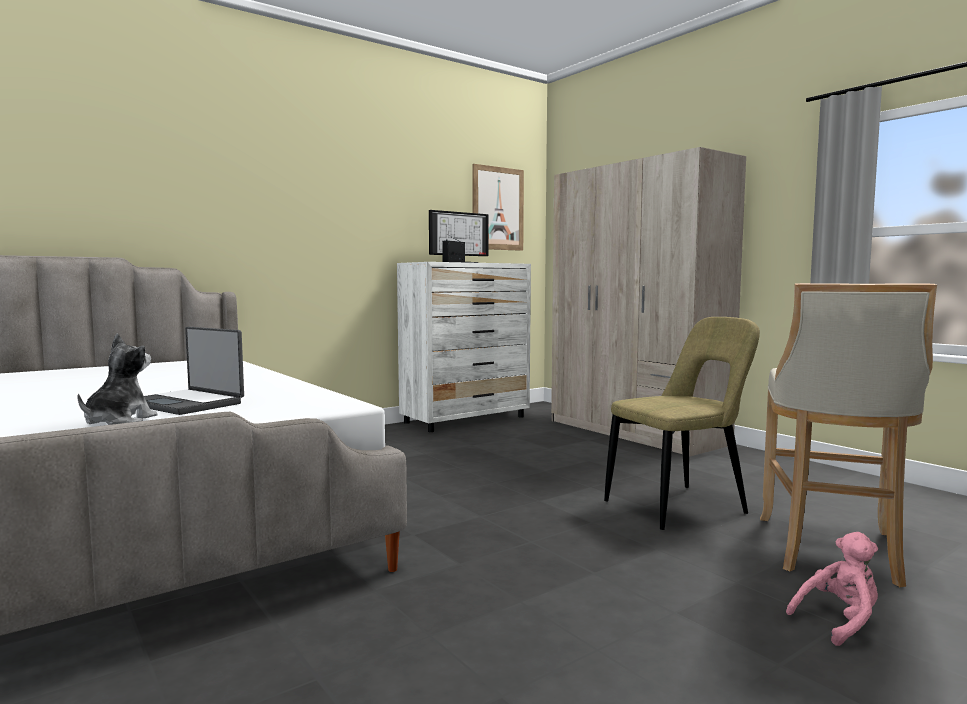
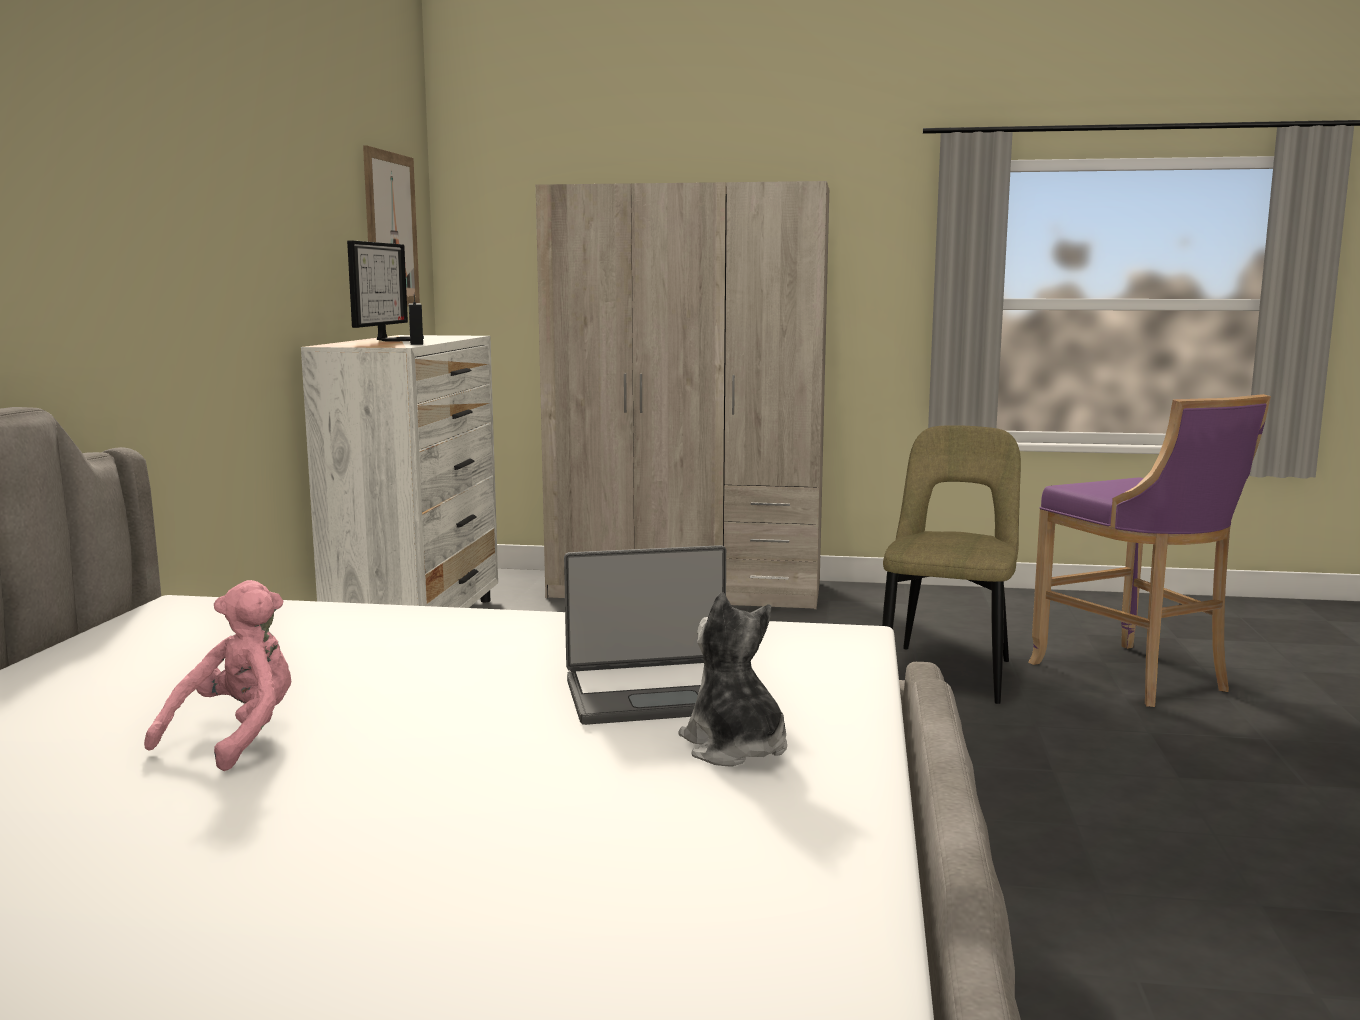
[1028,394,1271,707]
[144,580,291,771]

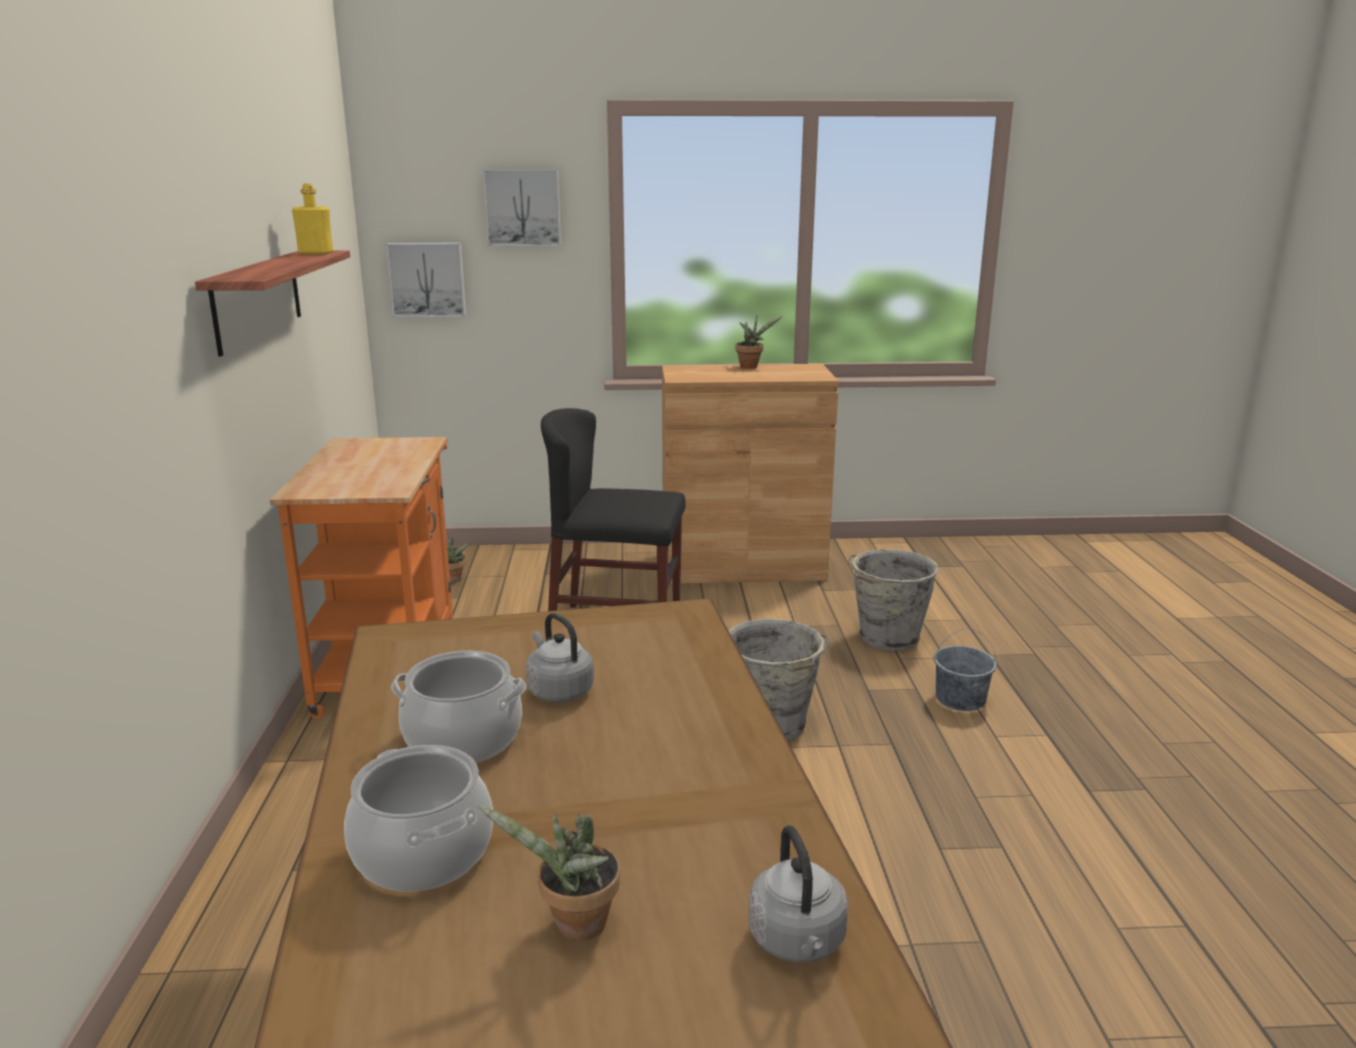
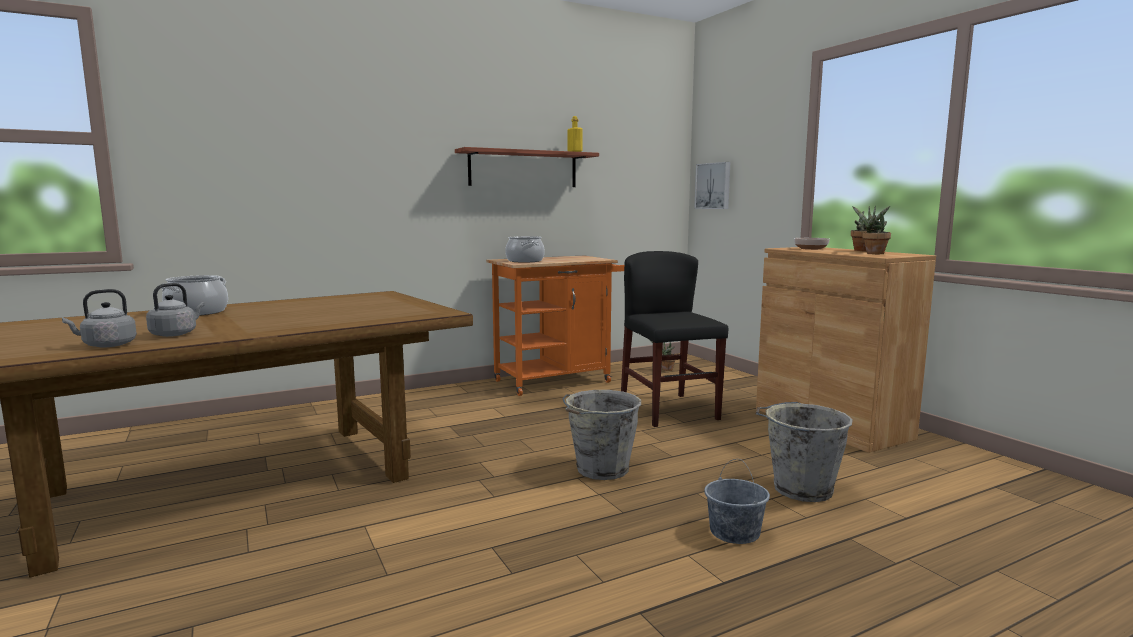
[483,169,561,246] (first image)
[146,283,205,337]
[505,236,545,262]
[852,206,891,254]
[794,238,830,250]

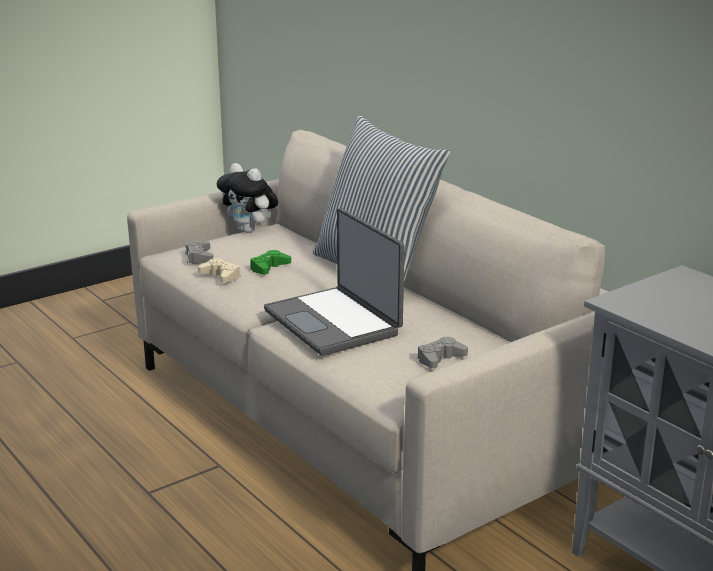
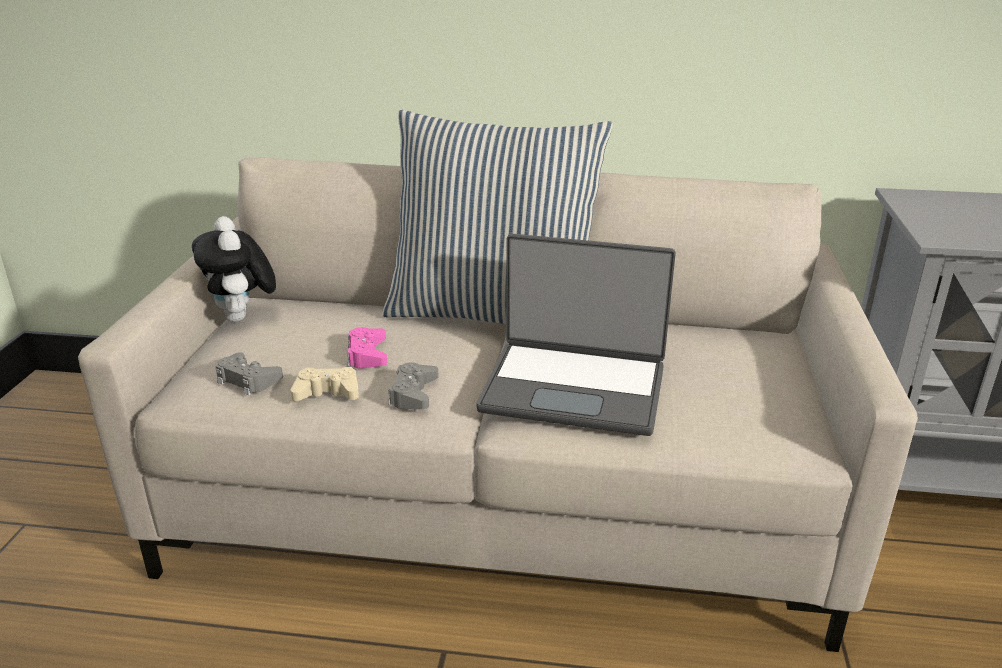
[192,216,276,322]
[347,327,387,369]
[388,362,439,409]

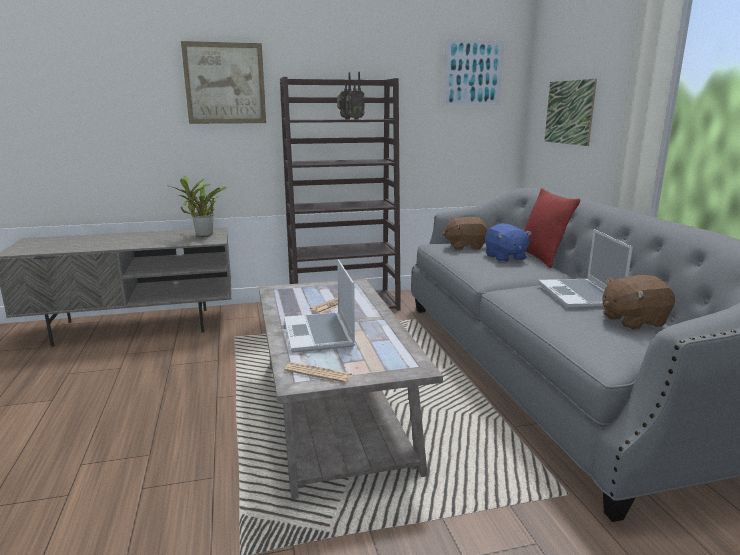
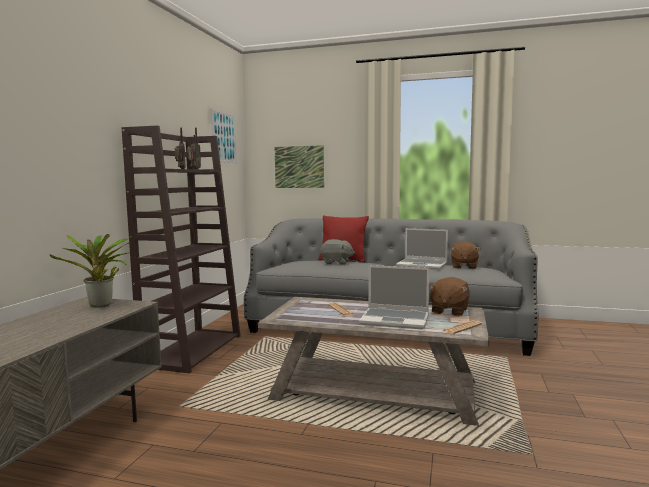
[181,41,266,124] (first image)
[429,277,470,316]
[320,239,355,265]

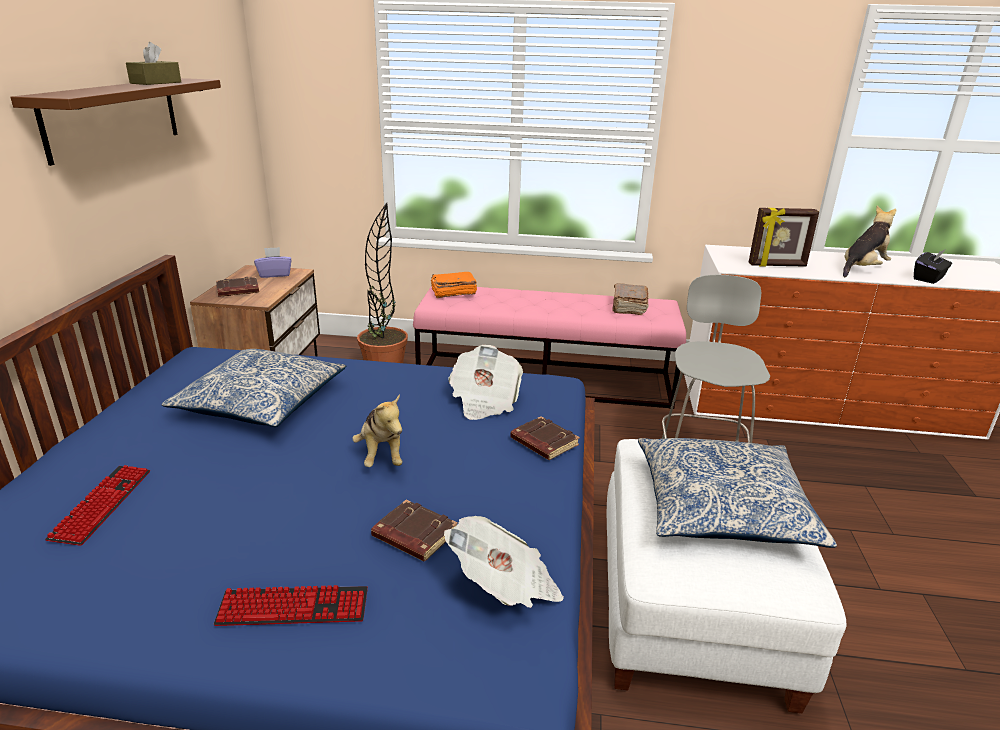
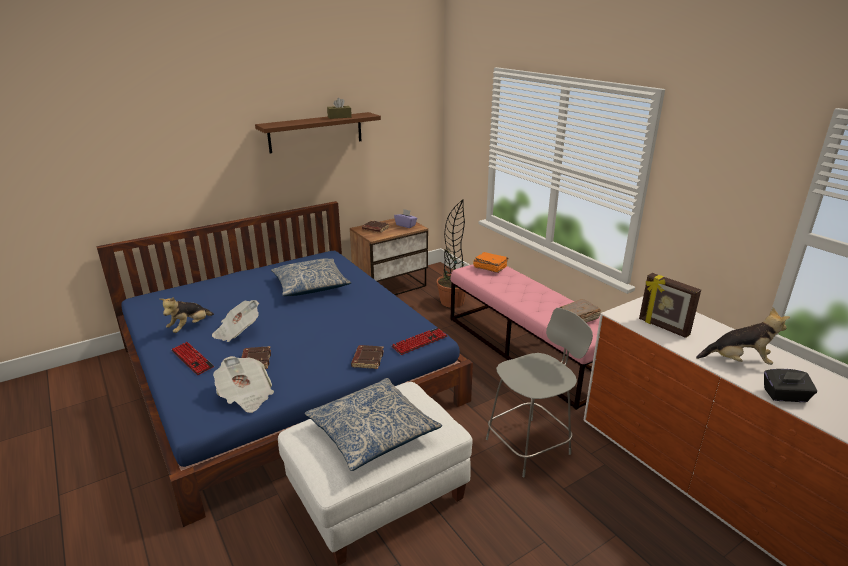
[212,300,259,342]
[160,297,214,333]
[392,328,447,355]

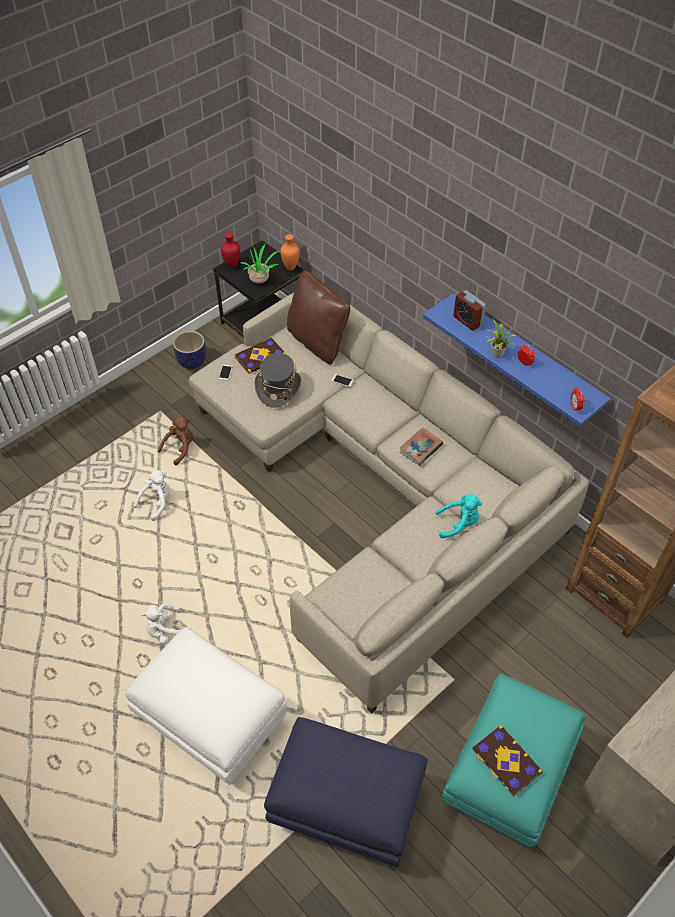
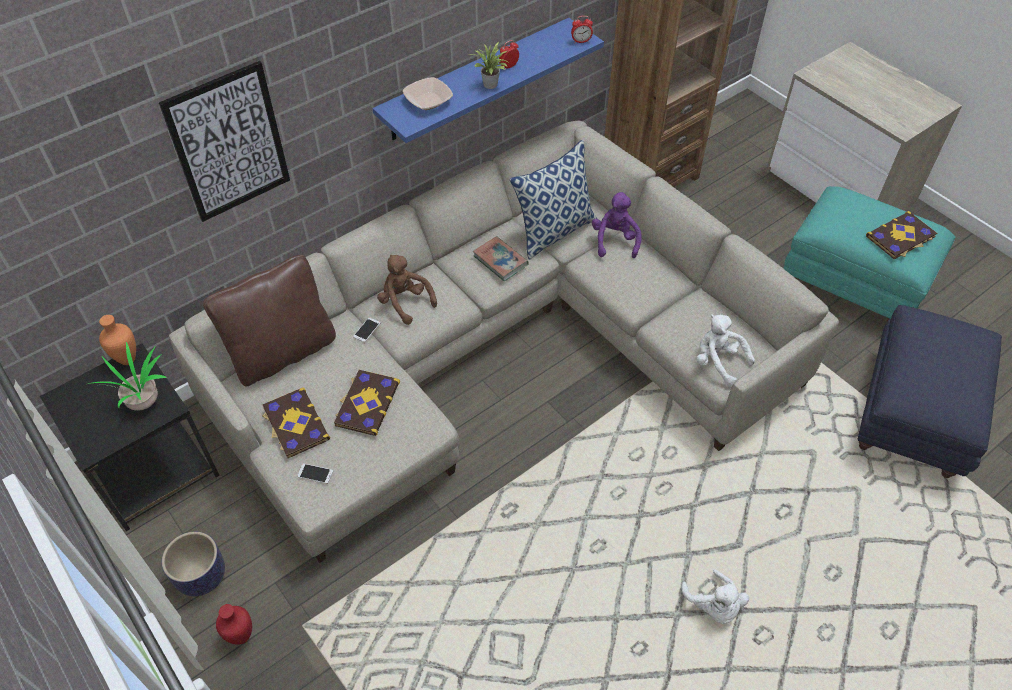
[216,604,252,645]
[403,77,453,110]
[334,370,400,436]
[377,255,437,325]
[696,314,755,386]
[592,192,642,258]
[125,627,287,785] (first image)
[159,61,290,222]
[510,140,597,260]

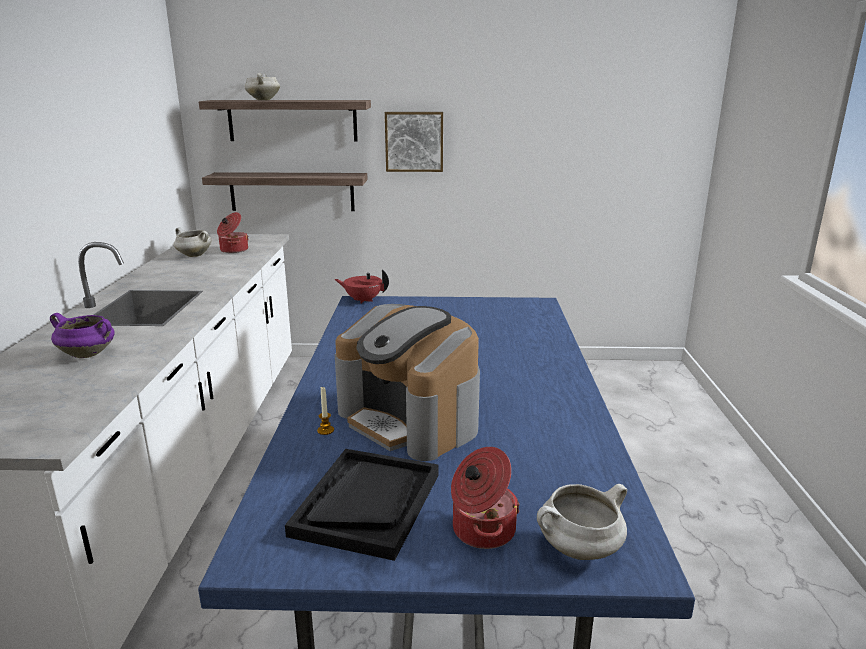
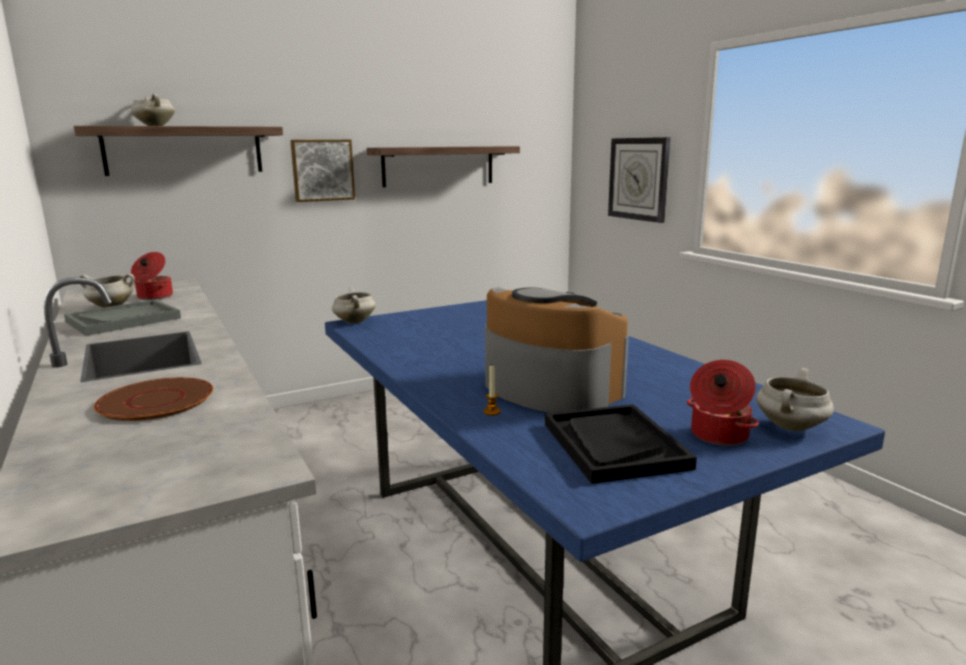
[367,146,520,187]
[332,287,376,323]
[485,287,629,413]
[94,377,213,421]
[608,137,670,223]
[64,300,181,336]

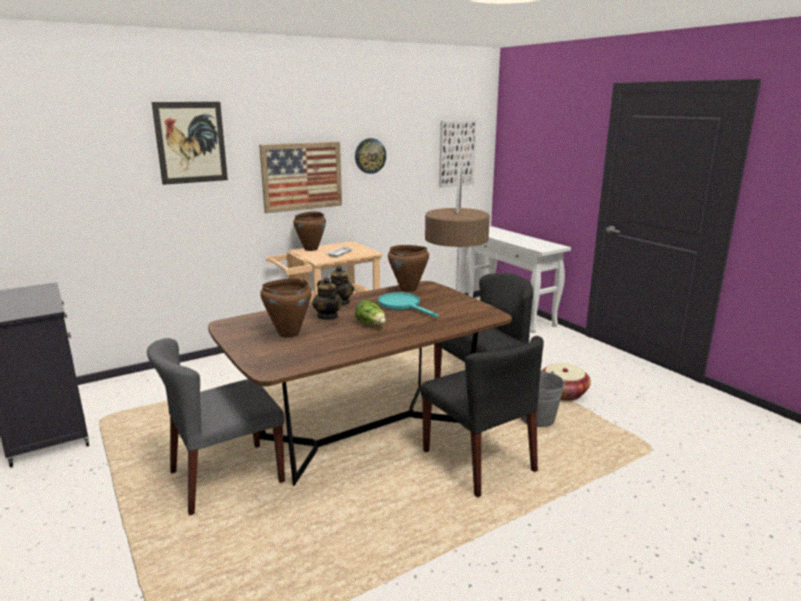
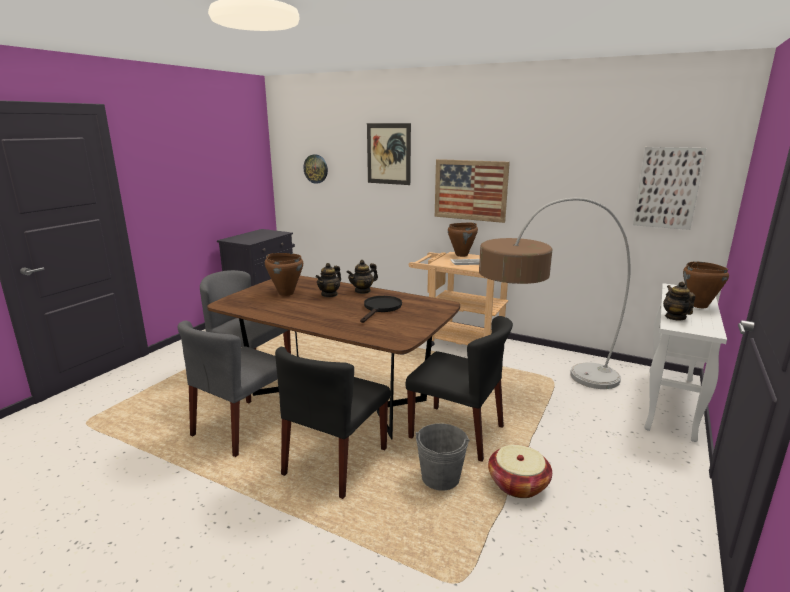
[303,154,328,184]
[683,261,729,308]
[360,296,402,323]
[355,300,386,325] (first image)
[663,282,695,320]
[178,320,278,457]

